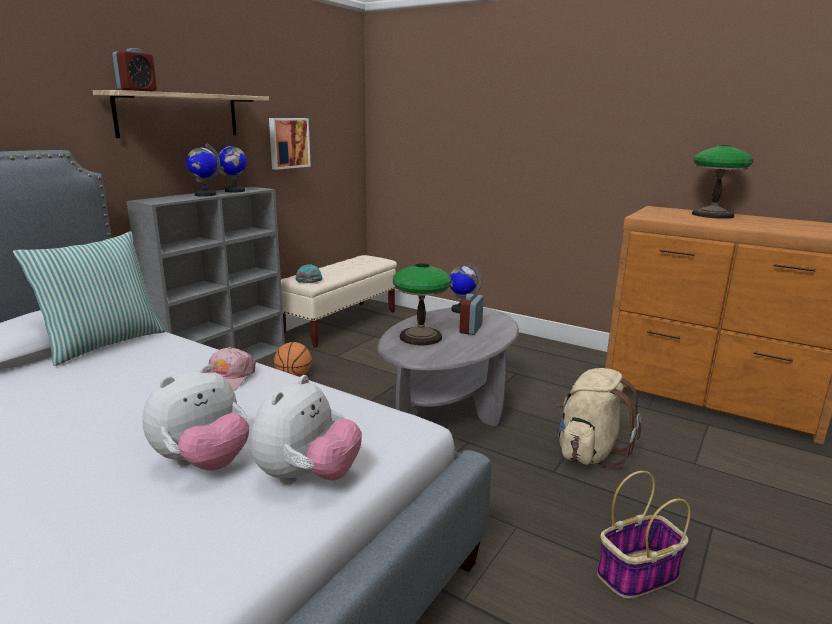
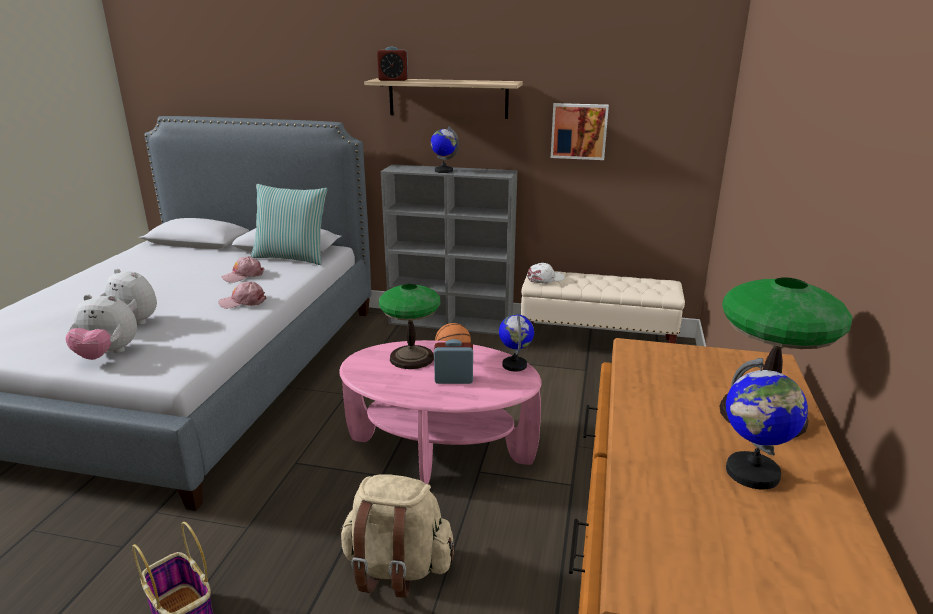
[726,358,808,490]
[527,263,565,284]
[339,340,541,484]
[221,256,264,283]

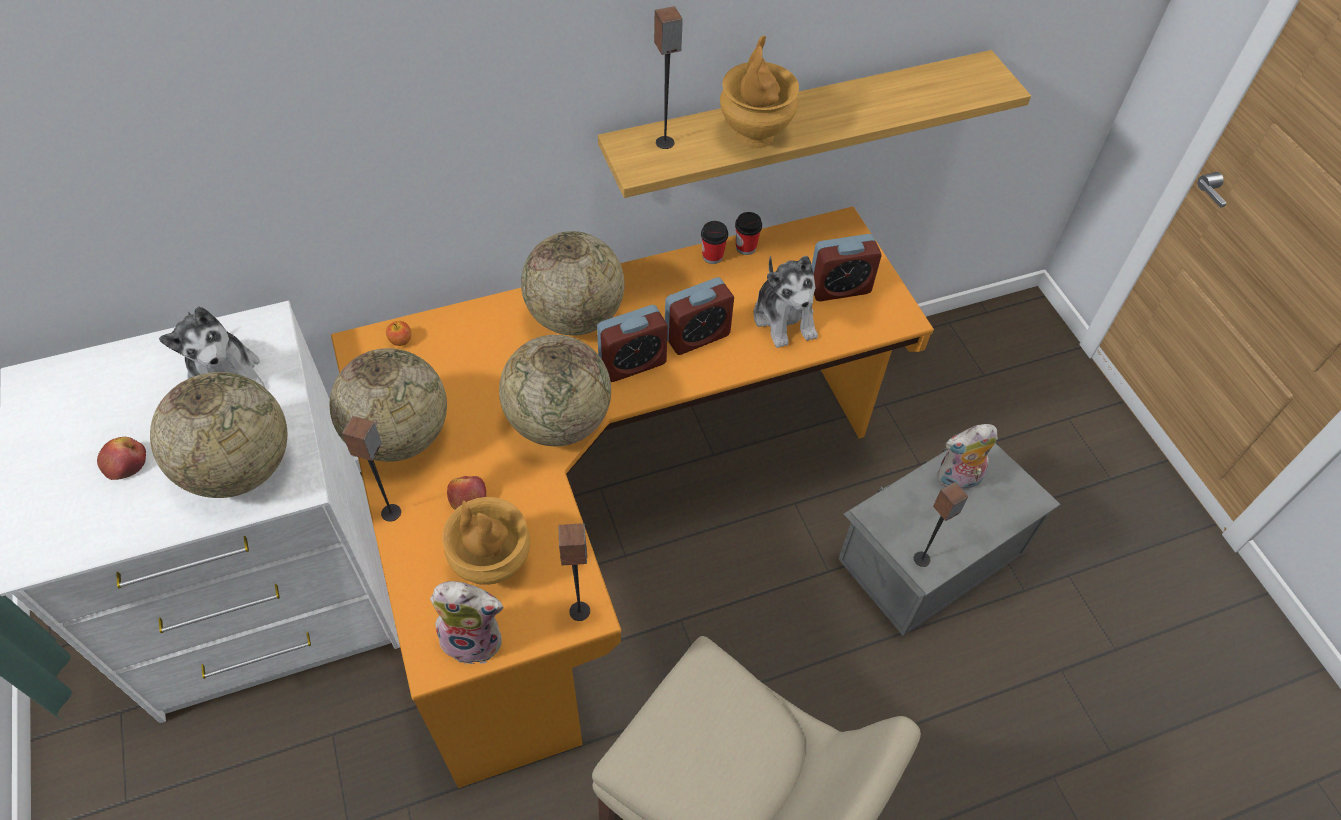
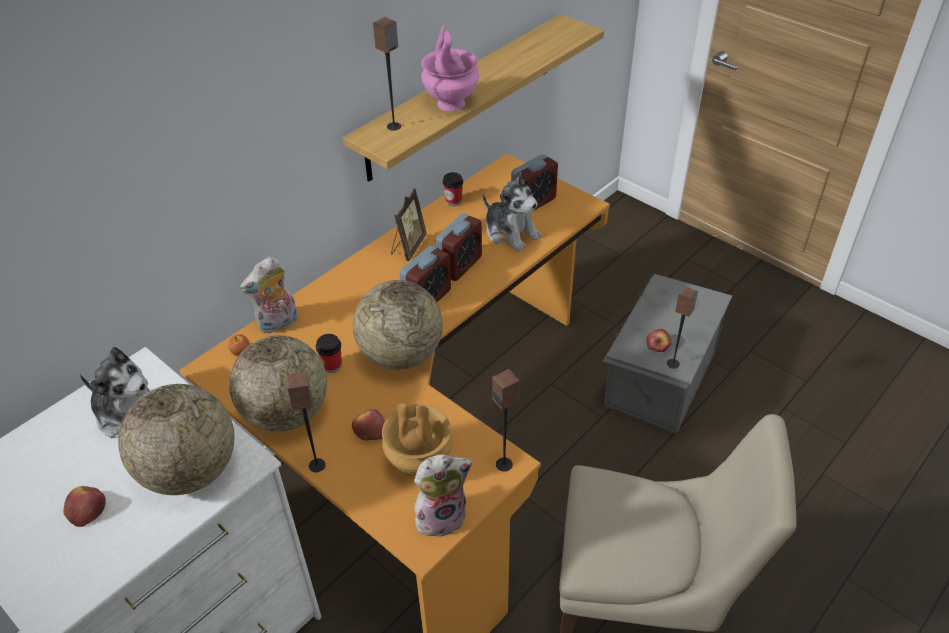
[421,25,479,111]
[316,334,342,373]
[521,231,625,336] (first image)
[240,256,298,334]
[391,189,427,261]
[646,329,671,352]

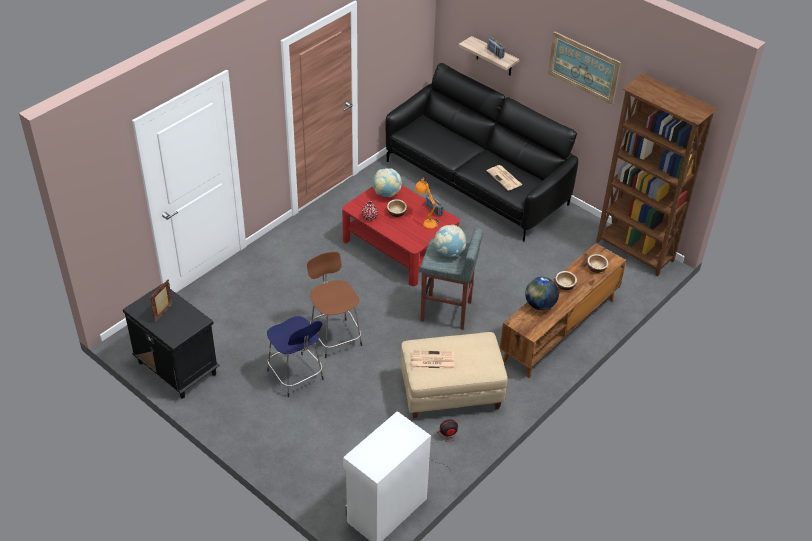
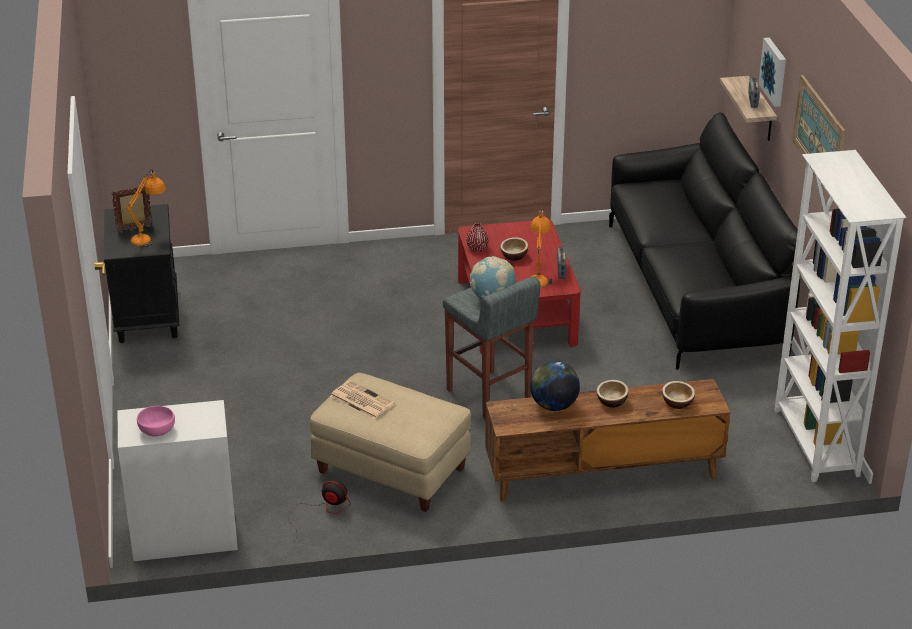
[774,150,906,482]
[487,165,522,191] (first image)
[373,168,402,197] (first image)
[307,252,362,358] (first image)
[267,316,324,397] (first image)
[759,38,786,107]
[126,169,166,247]
[137,406,175,437]

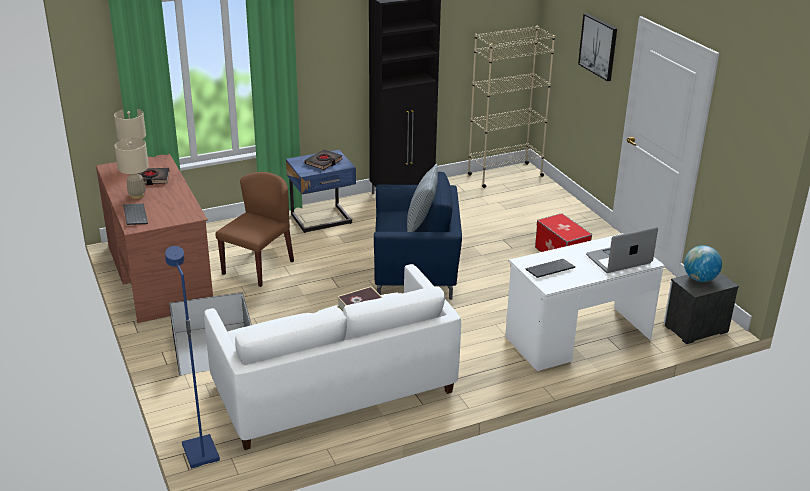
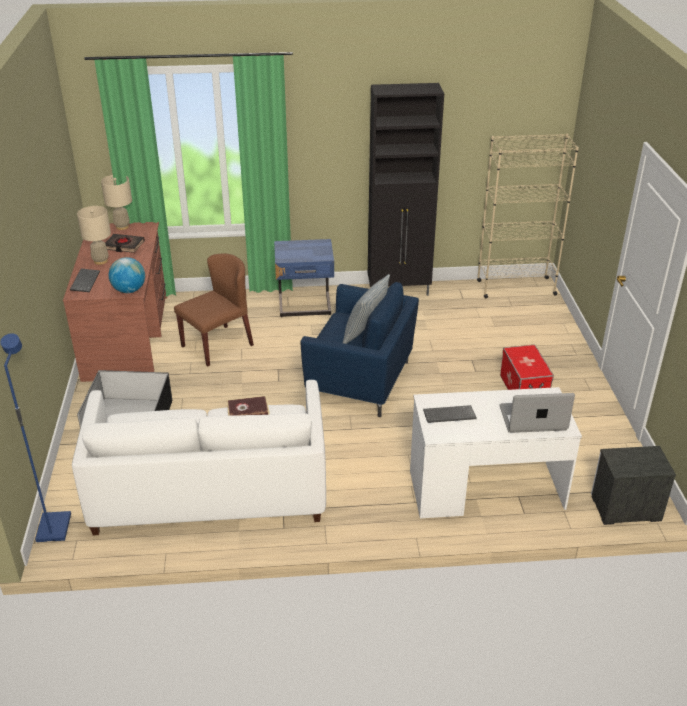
[578,13,617,81] (first image)
[304,150,343,170] (first image)
[109,257,145,293]

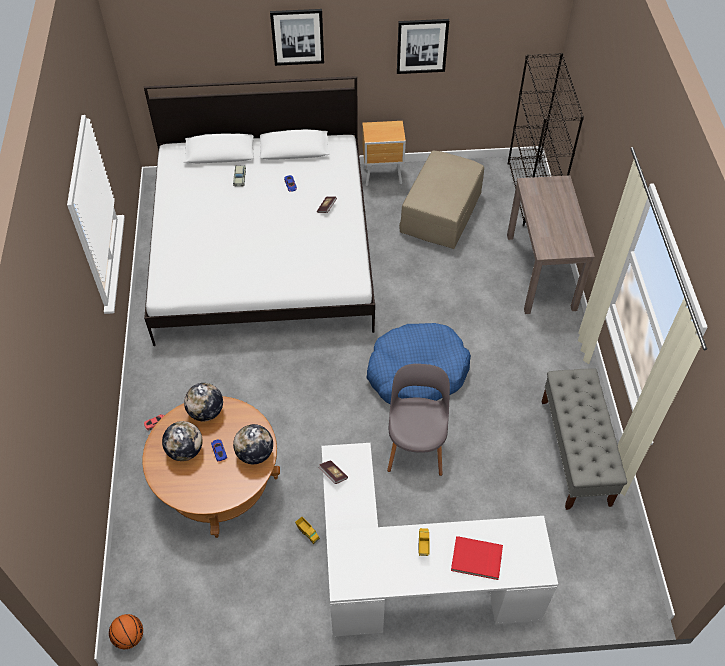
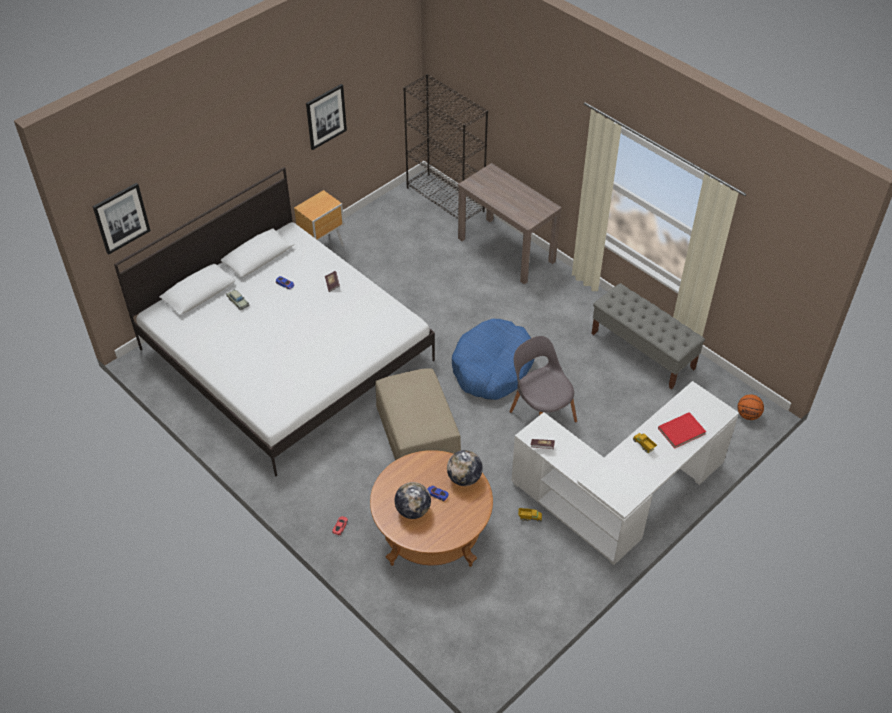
[92,183,151,255]
[375,368,461,460]
[184,383,223,421] (first image)
[737,394,764,420]

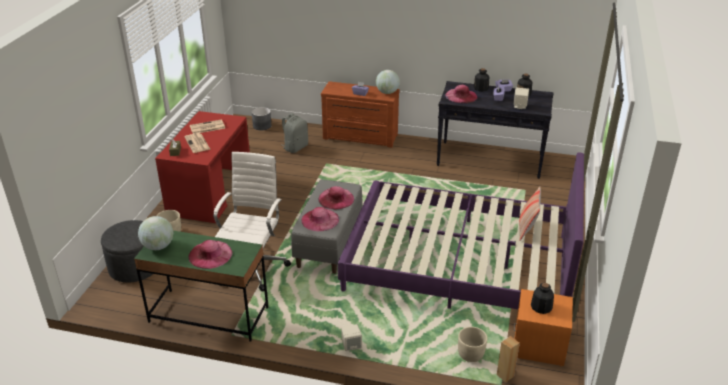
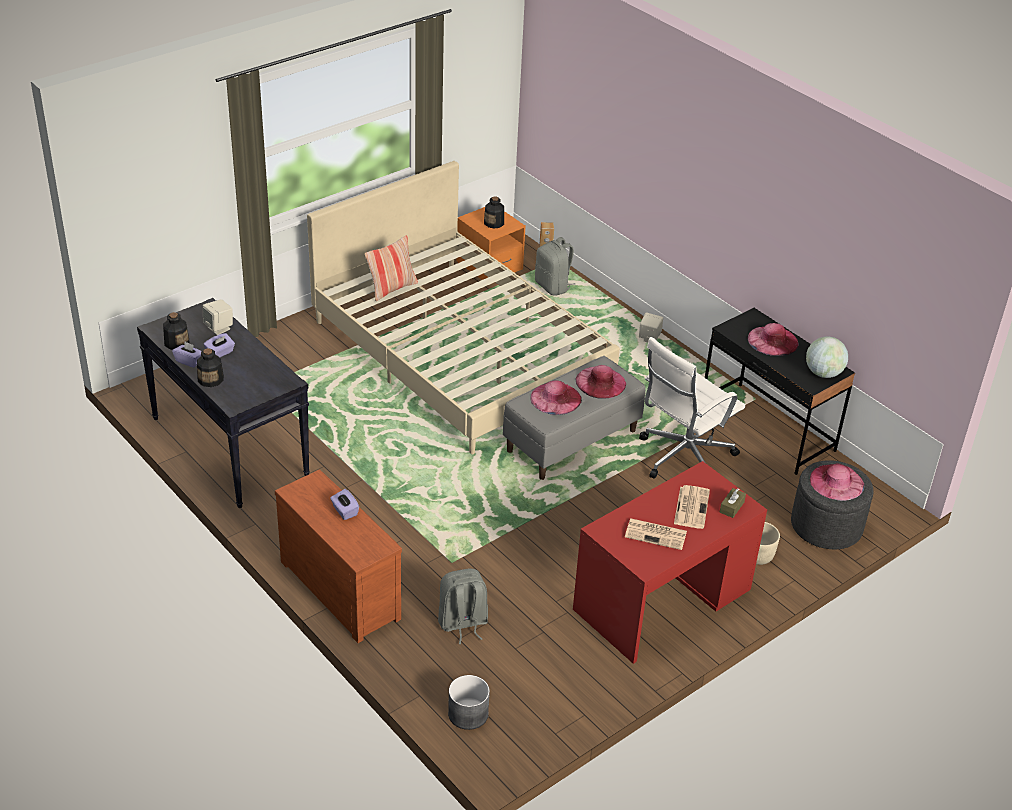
[376,70,400,94] (first image)
[810,464,864,501]
[307,161,620,454]
[705,308,855,475]
[535,237,575,296]

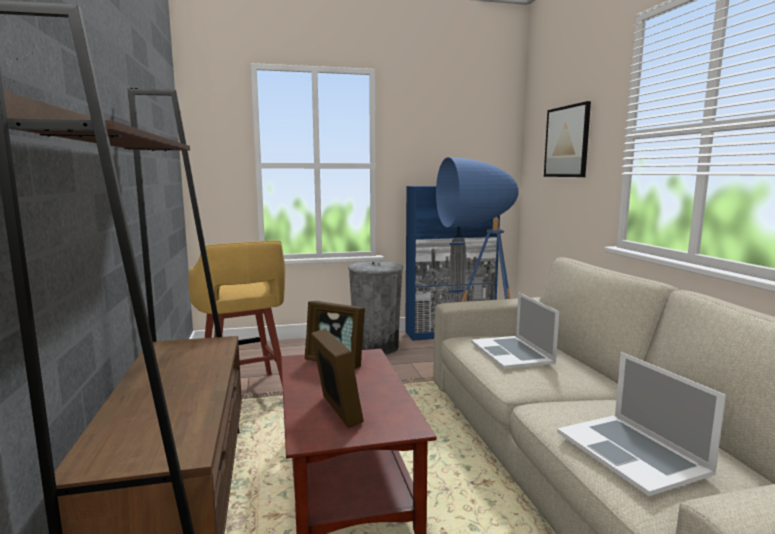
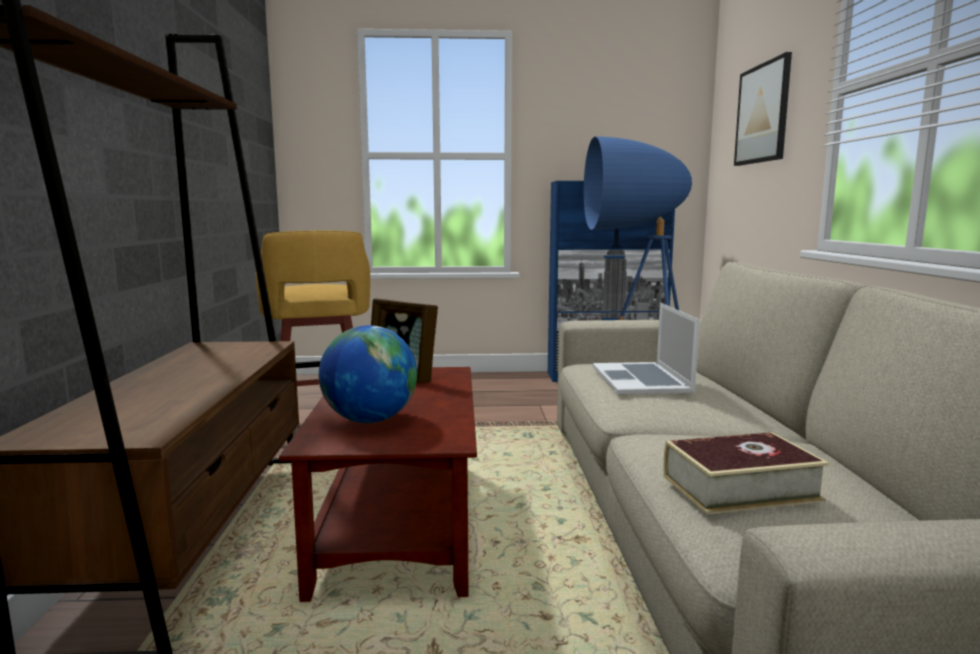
[348,261,403,354] (first image)
[319,325,417,423]
[663,432,829,514]

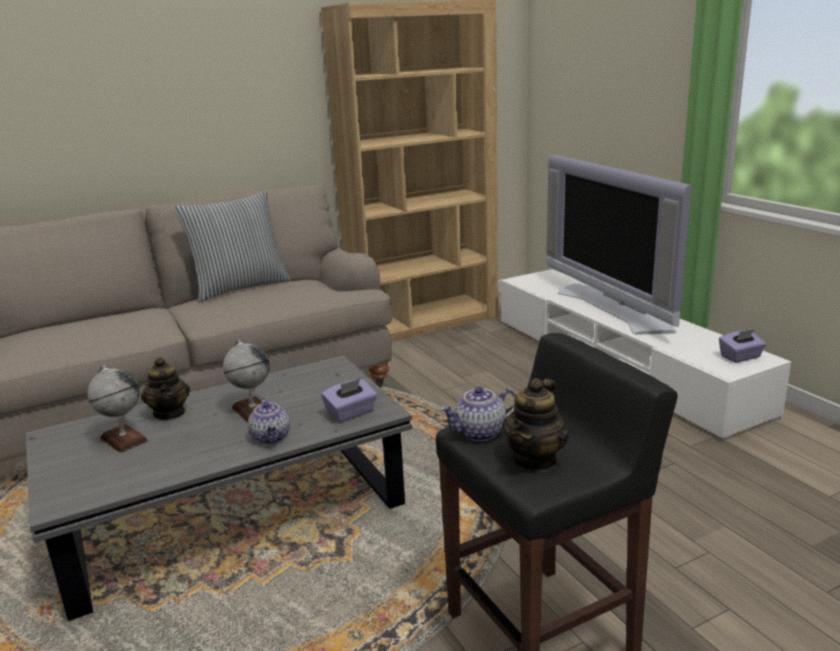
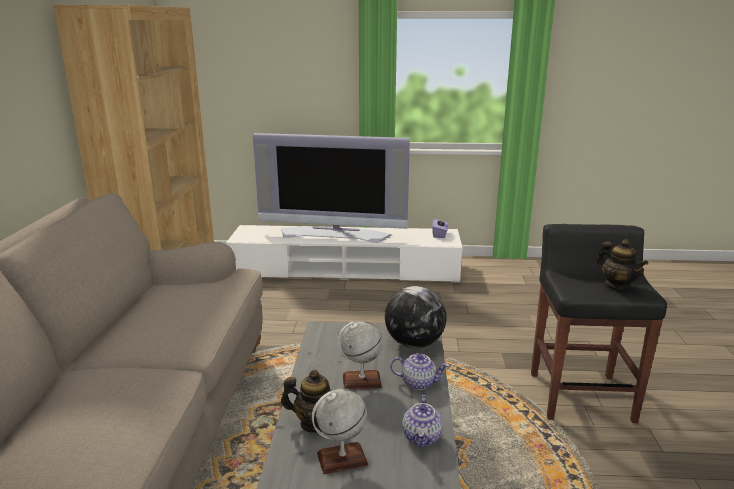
[174,191,291,302] (first image)
[385,286,447,348]
[402,395,443,448]

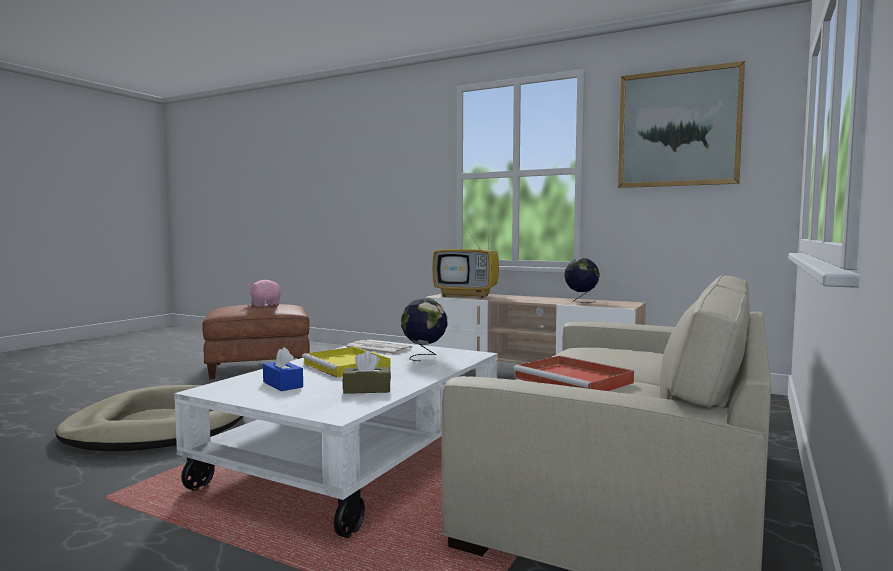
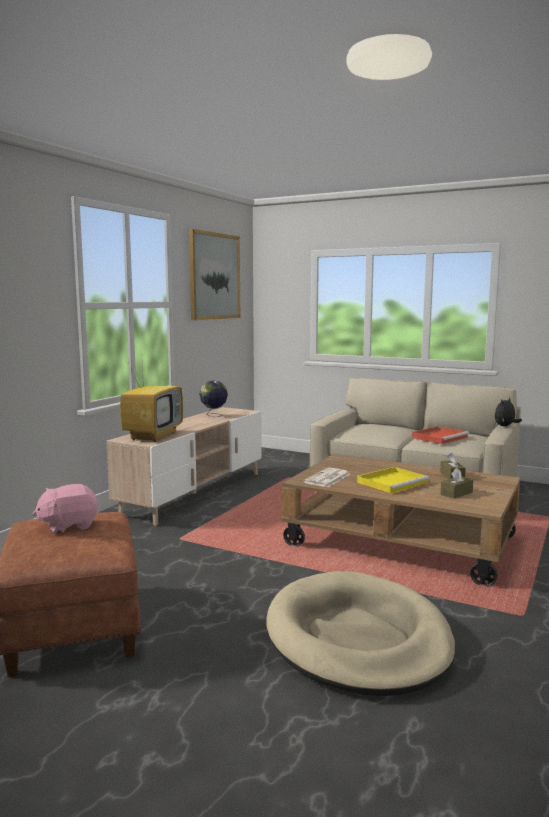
[401,298,447,361] (first image)
[282,454,520,587]
[441,468,473,499]
[495,398,522,426]

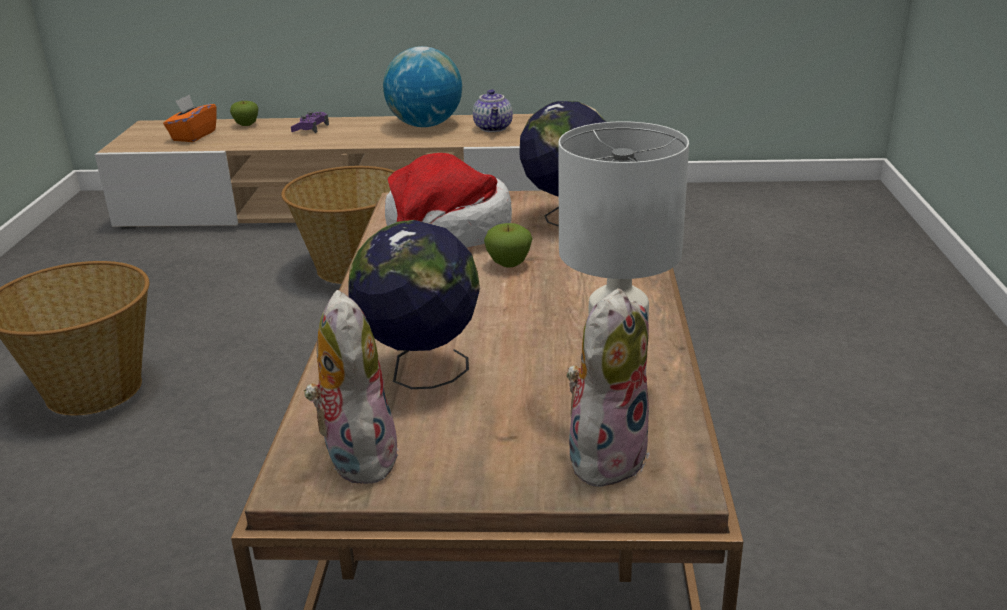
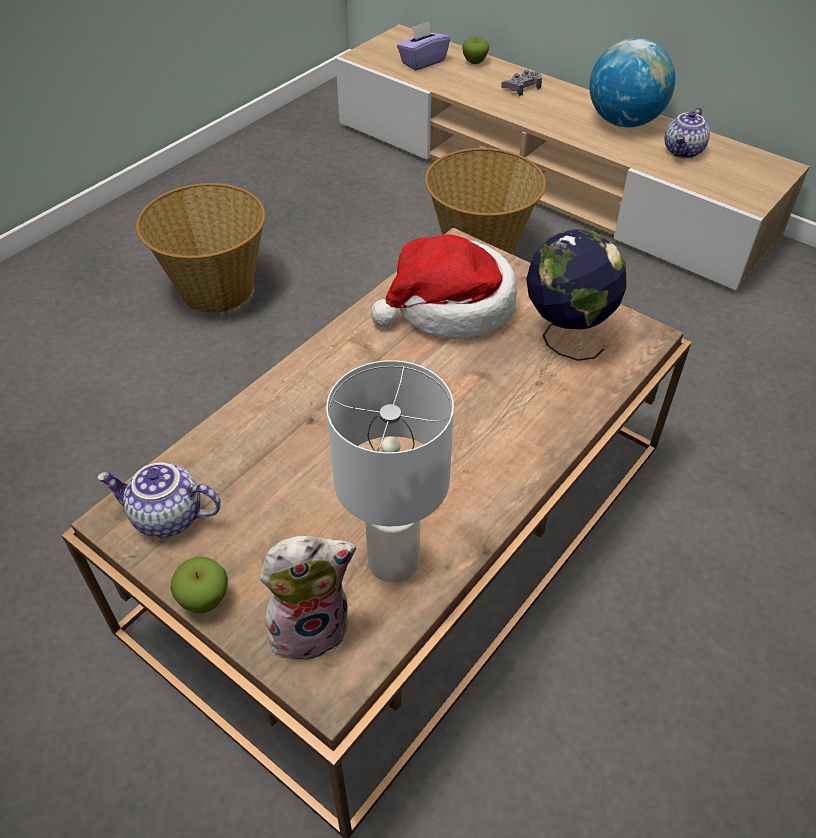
[397,21,450,71]
[501,70,542,96]
[348,220,480,389] (first image)
[170,556,228,613]
[97,462,221,538]

